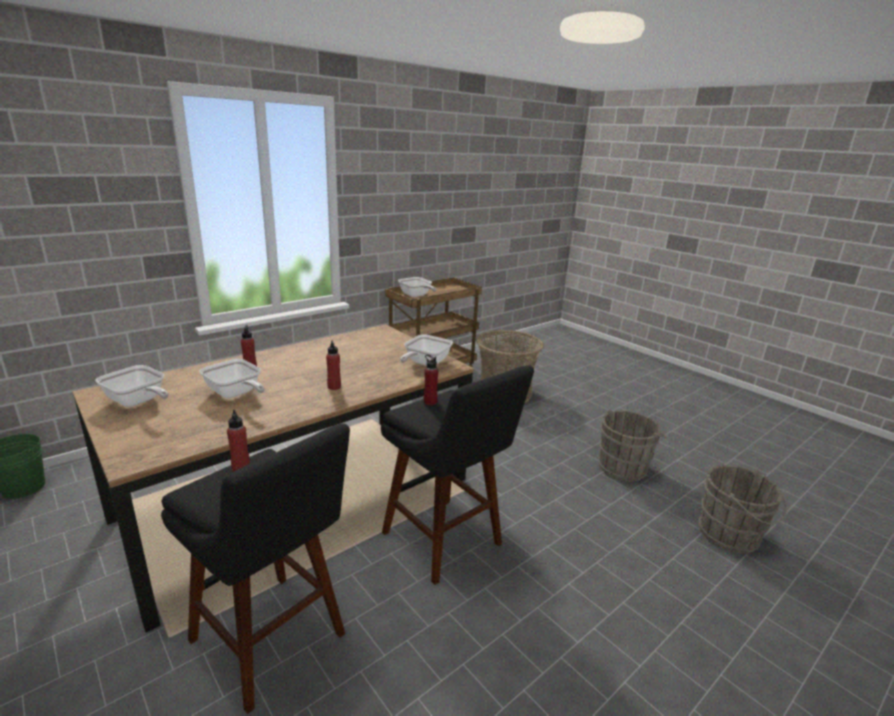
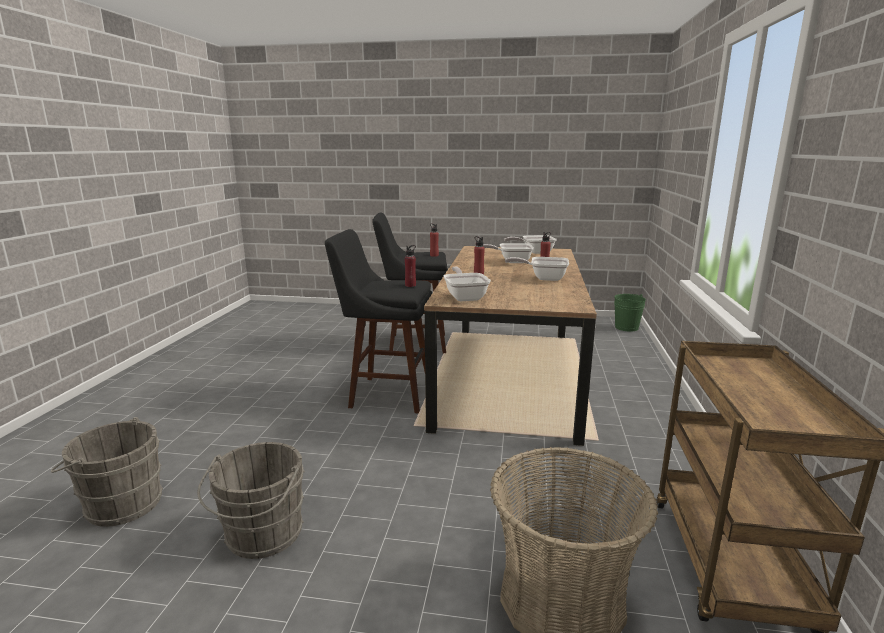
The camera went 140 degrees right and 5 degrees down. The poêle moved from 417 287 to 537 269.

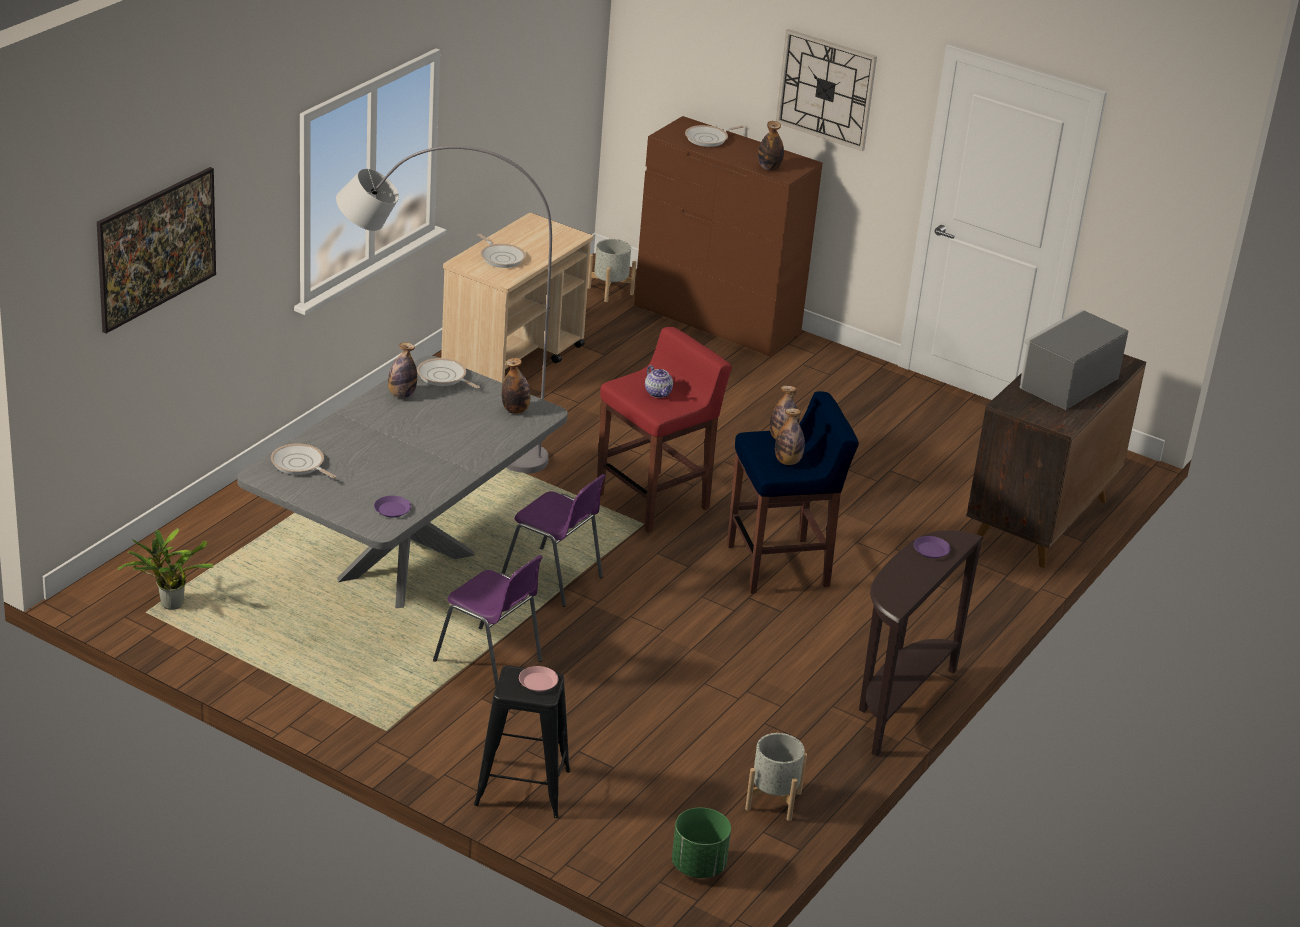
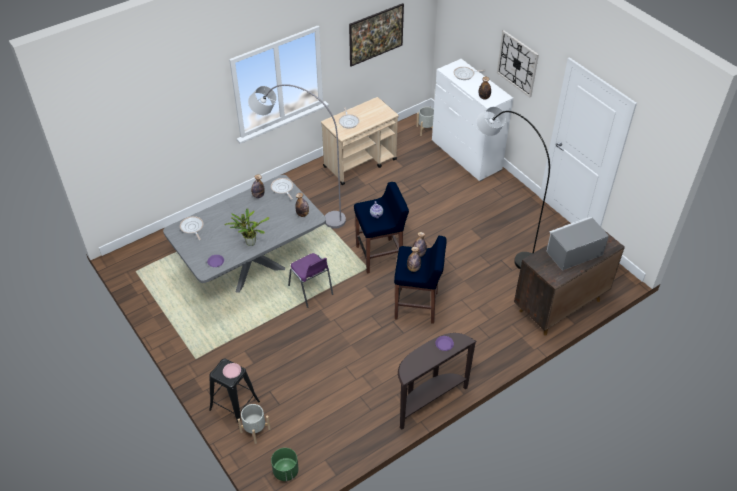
The camera went 25 degrees right and 15 degrees up. The tableau moved from 156 250 to 376 34. The plante en pot moved from 165 569 to 247 227. The chaise/violet at 488 621 disappeared. The tabouret/rouge at 664 430 became the tabouret/bleu at 381 228. The commode/marron at 728 236 became the commode/blanc at 472 120. The cache-pot/gris moved from 776 777 to 254 424. The lampadaire/gris at 513 188 appeared.

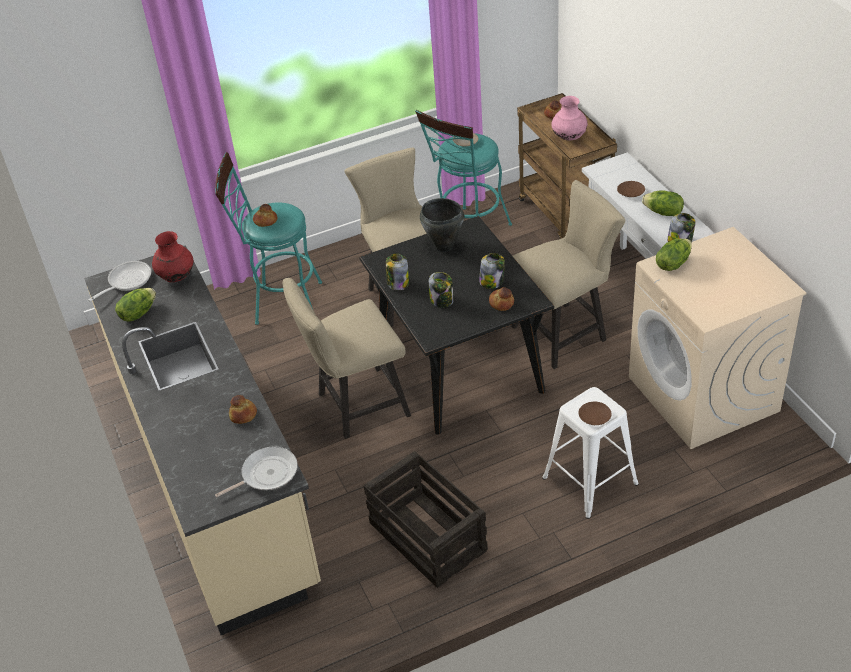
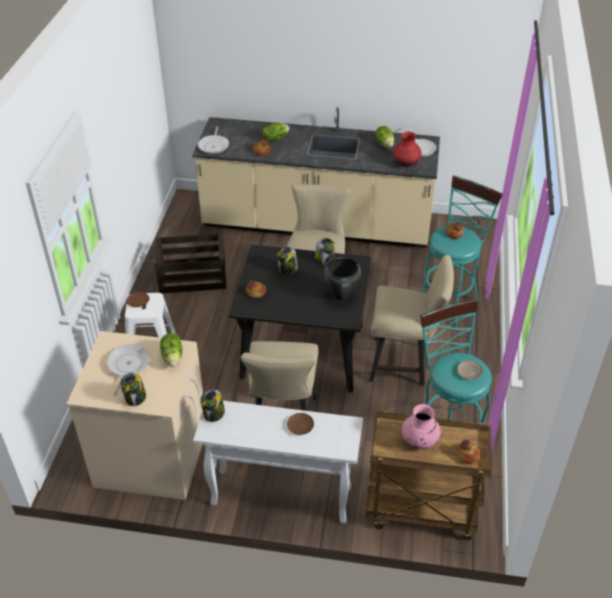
The camera went 120 degrees right and 0 degrees up. The bocal moved from 492 271 to 133 389. The laitue moved from 663 203 to 276 132. The poêle at 128 369 appeared.

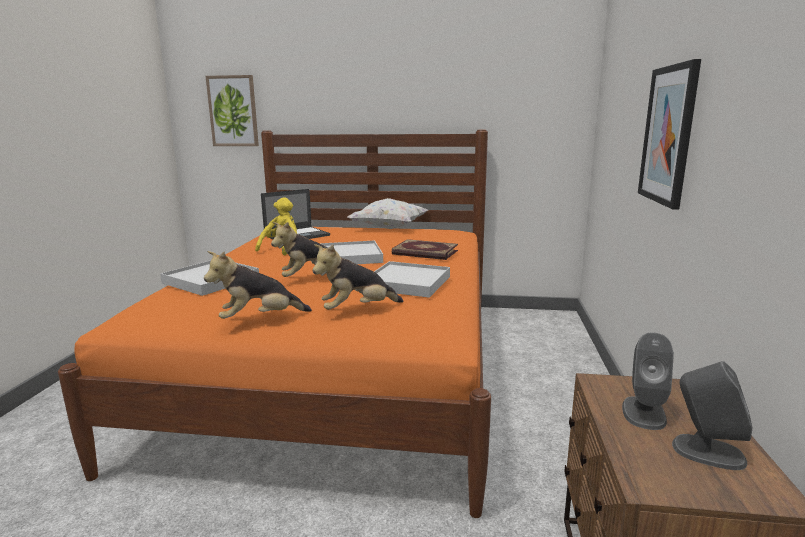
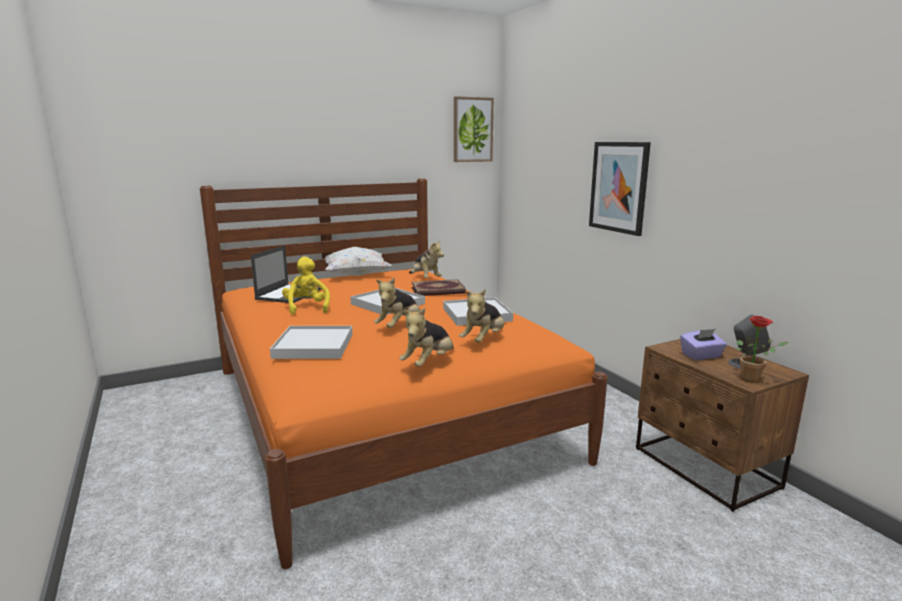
The camera went 35 degrees left and 0 degrees up. The tableau moved from 232 110 to 474 129. The enceinte/gris at 648 381 was replaced by the boîte à mouchoirs/violet at 703 344. The peluche at 426 258 appeared. The plante en pot at 763 349 appeared.

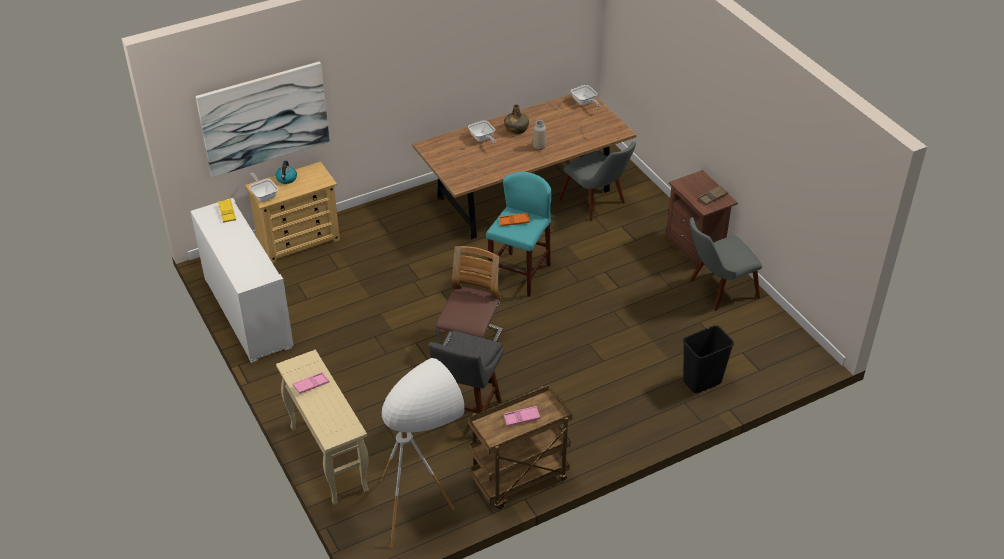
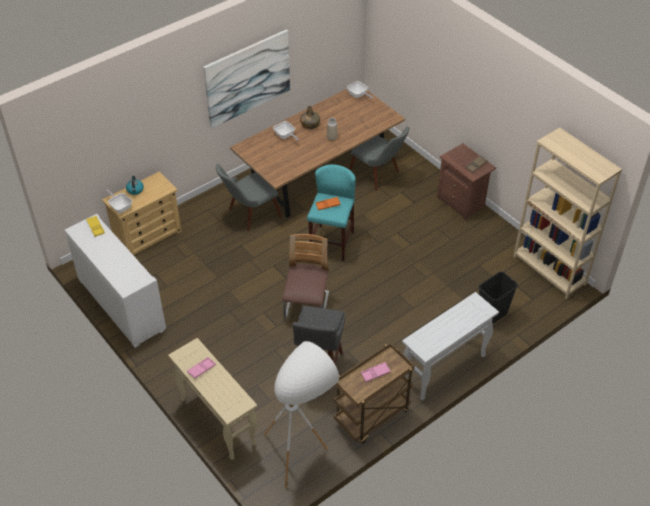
The camera went 10 degrees left and 5 degrees up. The tableau moved from 263 119 to 246 78. The chaise/gris moved from 725 264 to 249 197. The table console/blanc at 450 346 appeared. The bibliothèque/beige at 567 213 appeared.

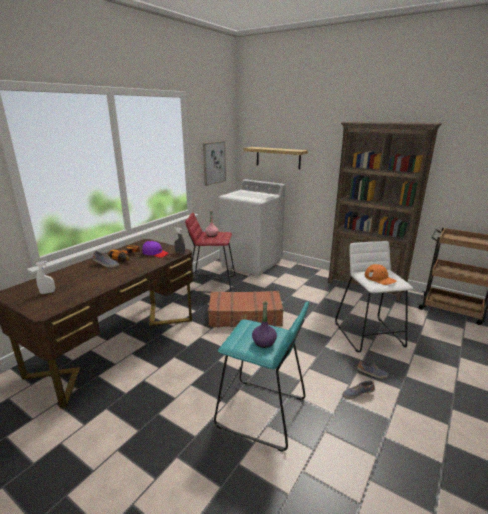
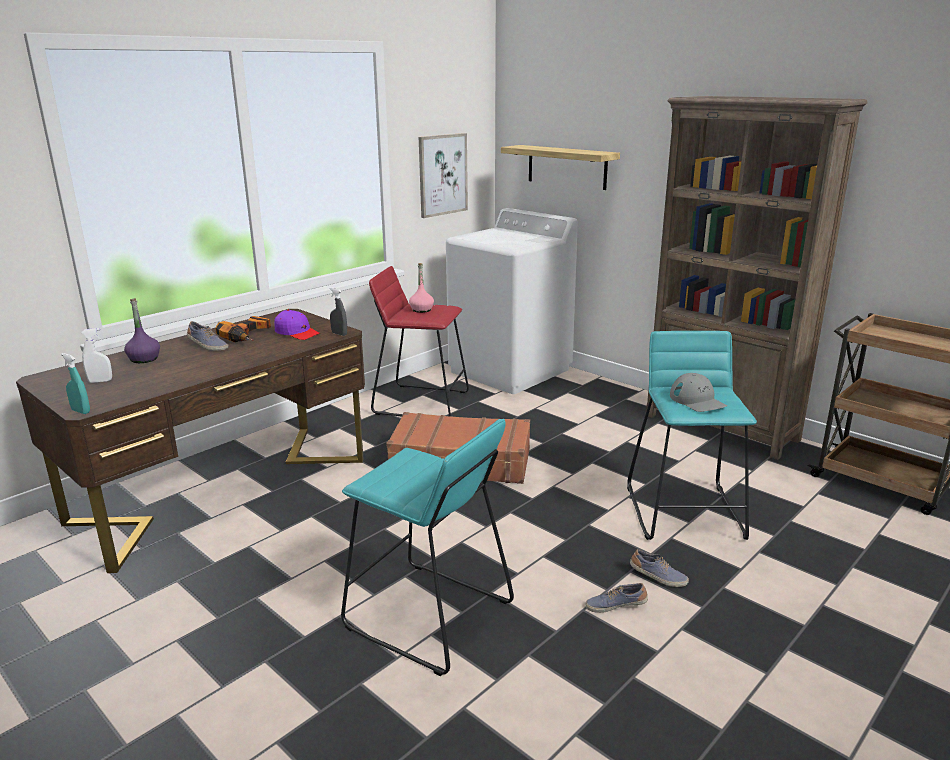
The camera went 10 degrees right and 0 degrees up. The bouteille/violet moved from 264 324 to 142 330. The tabouret/blanc at 374 296 became the tabouret/turquoise at 692 435. The casquette/orange at 381 274 became the casquette/gris at 698 392. The vaporisateur/turquoise at 75 383 appeared.

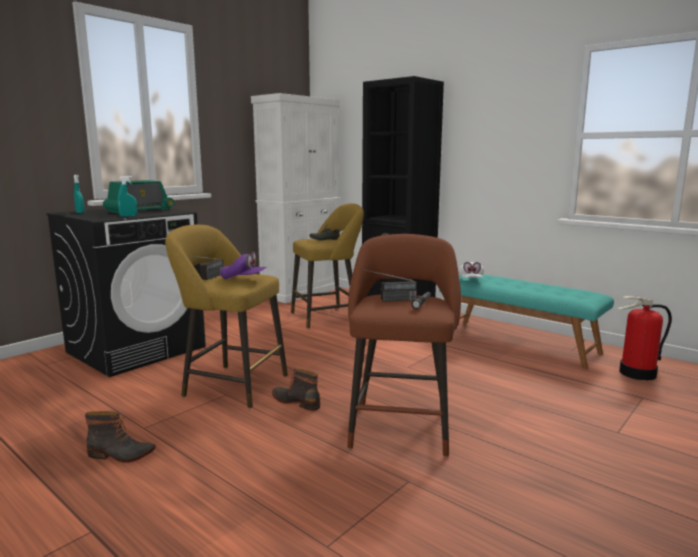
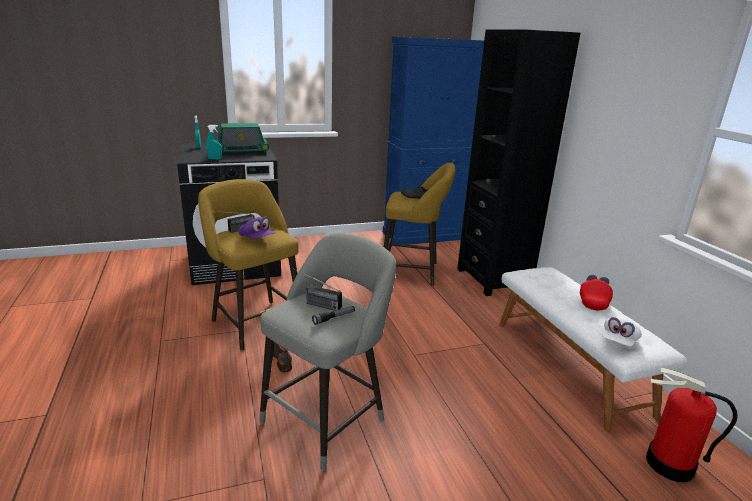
The camera went 30 degrees right and 10 degrees up. The botte at 120 437 disappeared. The meuble de rangement/blanc at 295 198 became the meuble de rangement/bleu at 433 140. The tabouret/marron at 404 345 became the tabouret/gris at 327 352. The banc/turquoise at 526 321 became the banc/blanc at 593 349. The casquette/blanc moved from 471 270 to 622 331. The casquette/rouge at 596 292 appeared.

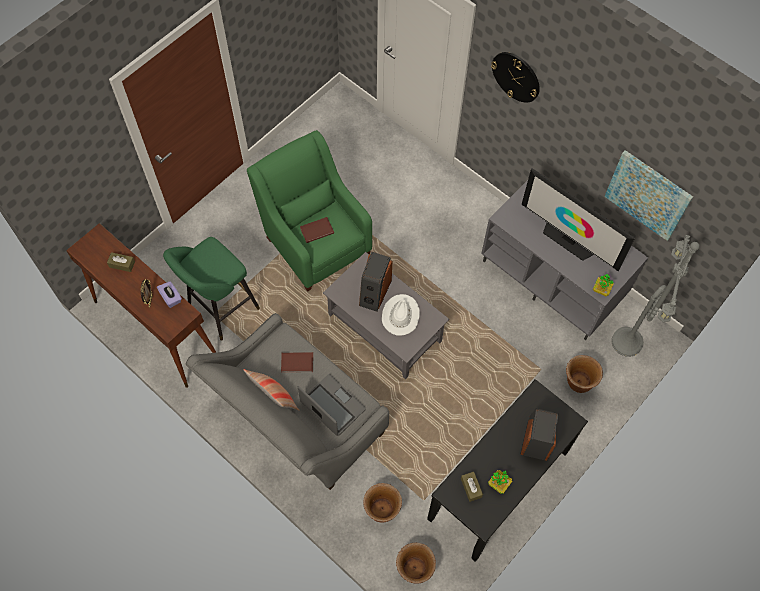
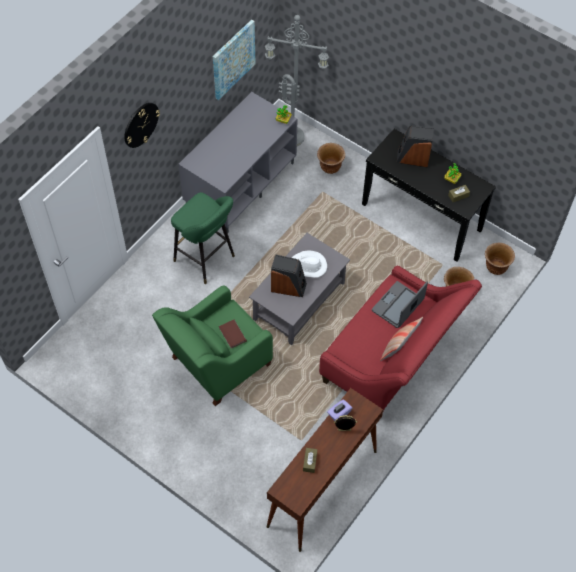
The camera went 95 degrees left and 5 degrees down. The tabouret/vert moved from 211 289 to 203 238. The canapé/gris at 287 401 became the canapé/rouge at 400 338. The livre/marron at 297 362 disappeared. The téléviseur at 578 219 disappeared.

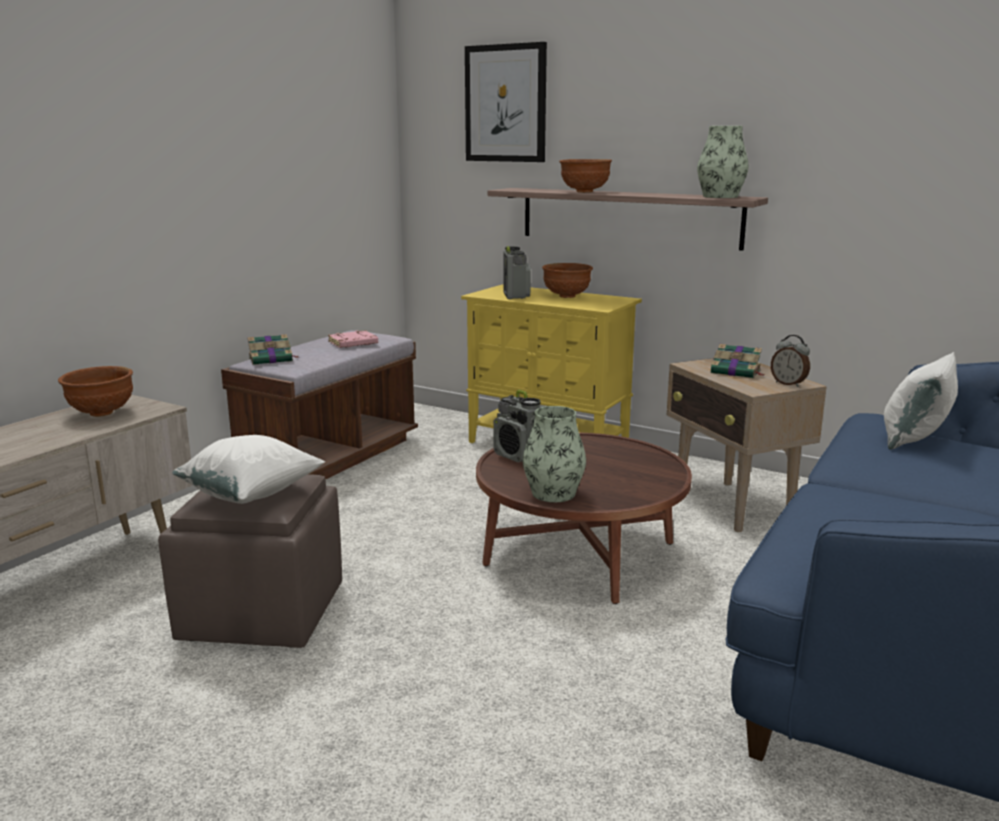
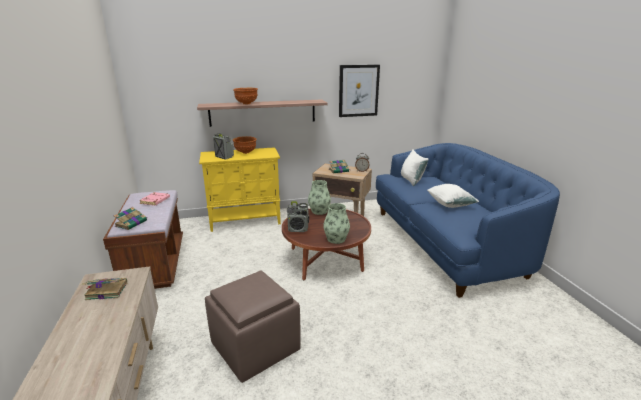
The camera went 45 degrees left and 5 degrees up. The bol/marron at 95 391 was replaced by the livre at 104 289. The coussin/blanc moved from 248 469 to 453 196. The tableau moved from 506 102 to 359 91. The vase moved from 723 162 to 319 197.

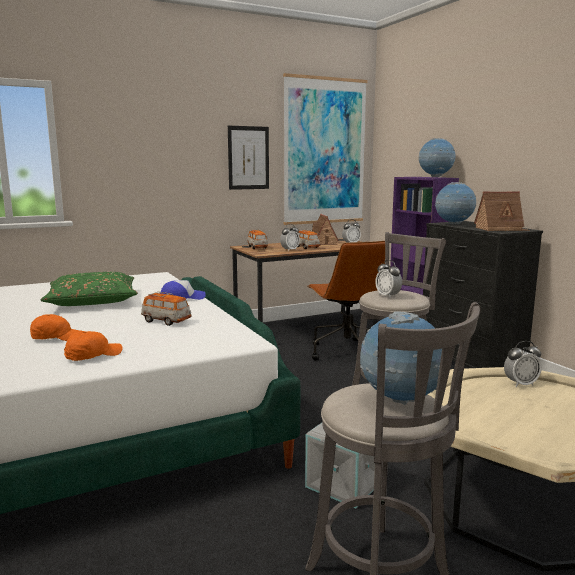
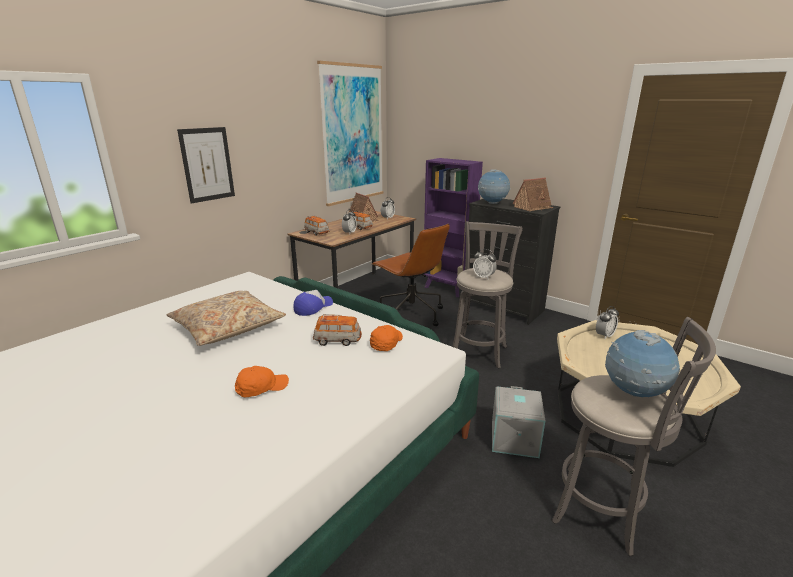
The camera went 25 degrees left and 10 degrees up. The coussin/vert at 89 289 became the coussin/beige at 226 318. The casquette/orange moved from 93 346 to 386 338. The tableau moved from 248 158 to 206 165. The globe at 437 157 disappeared.

